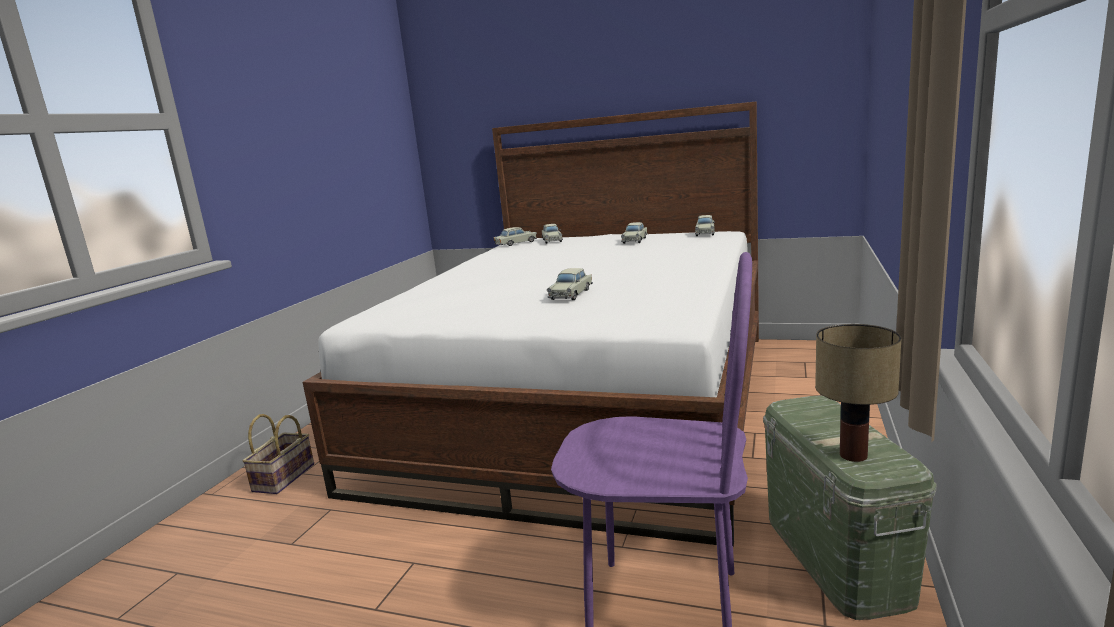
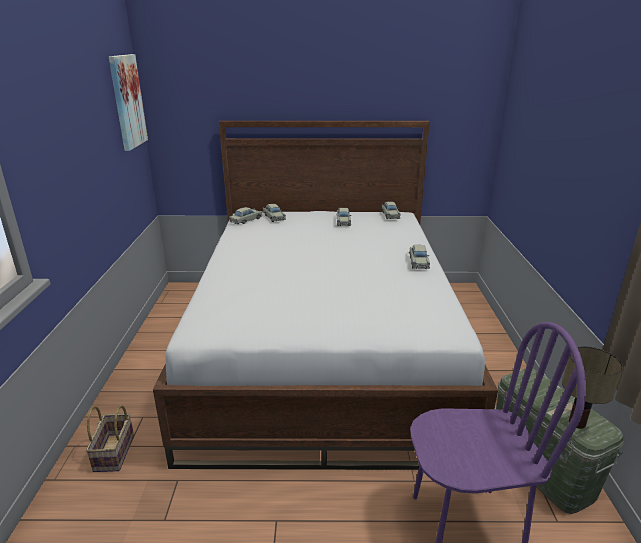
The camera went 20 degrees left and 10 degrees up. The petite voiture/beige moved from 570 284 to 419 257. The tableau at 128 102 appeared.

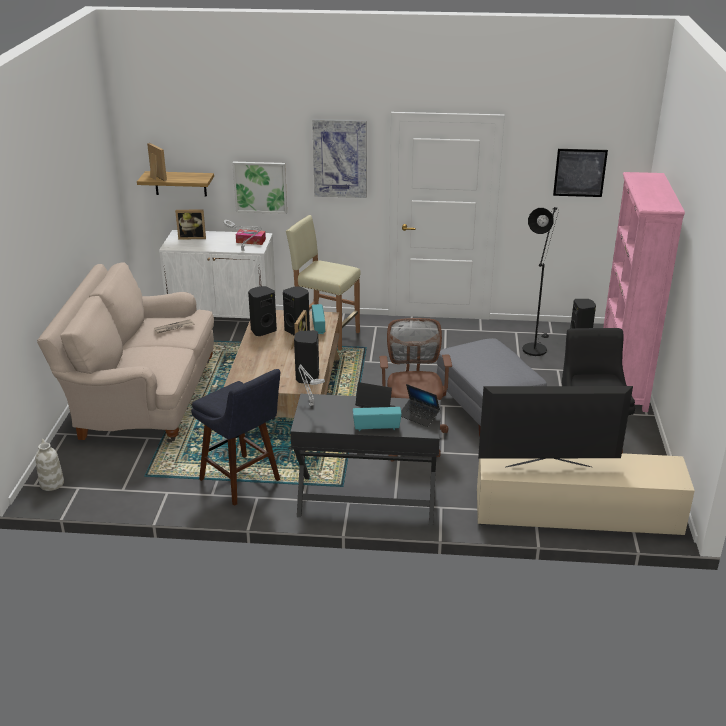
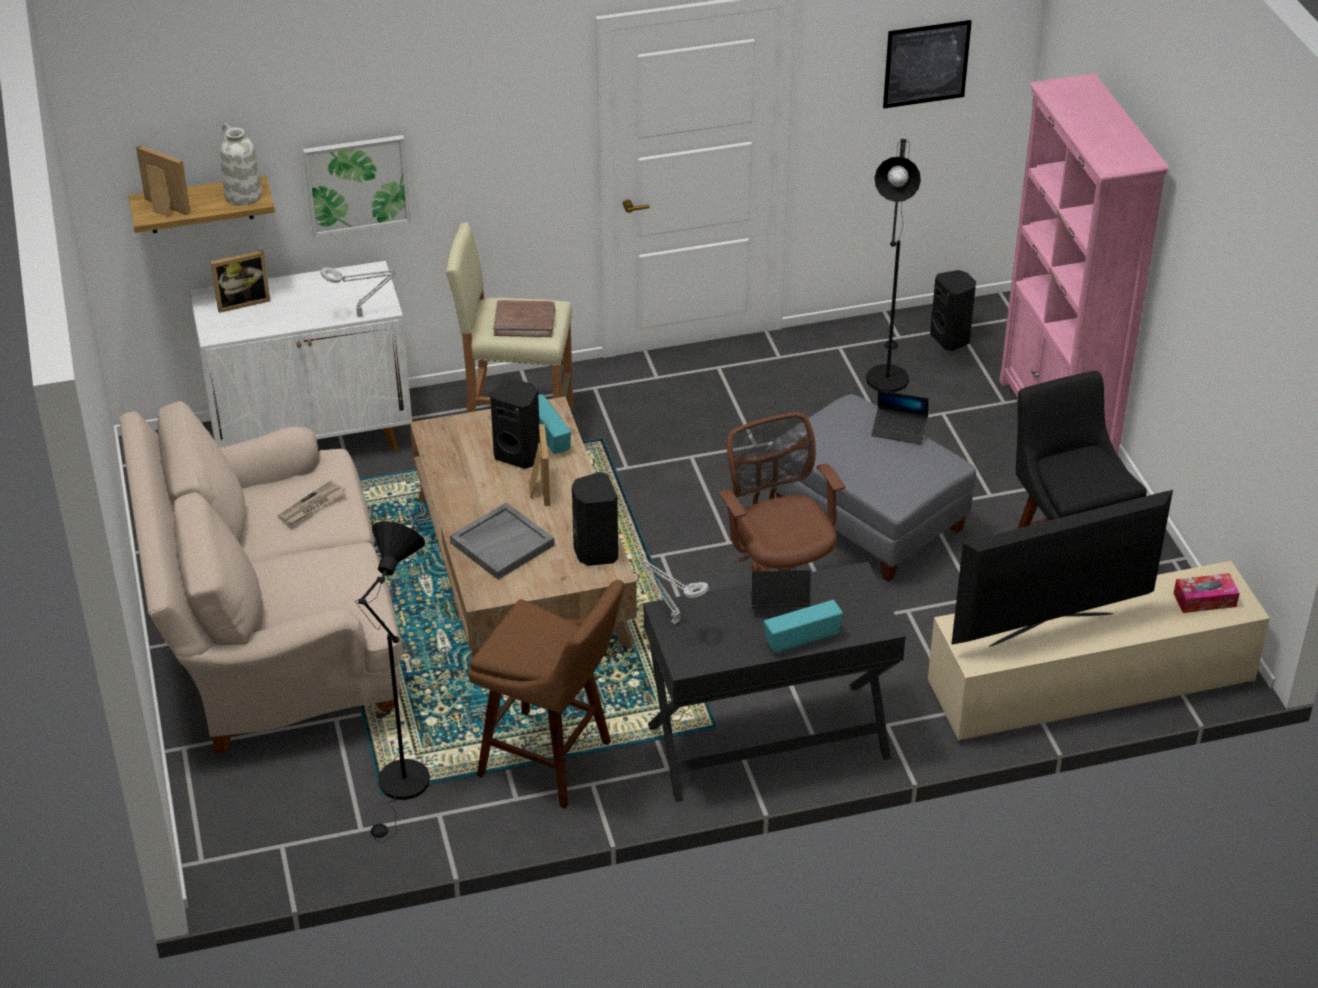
The camera went 20 degrees left and 10 degrees up. The vase/blanc moved from 49 465 to 241 164. The tabouret/bleu at 235 437 became the tabouret/marron at 546 694. The boîte à mouchoirs moved from 251 237 to 1207 593. The enceinte/noir at 262 311 disappeared. The tableau at 339 158 disappeared. The ordinateur portable moved from 420 405 to 899 417. The lampadaire/noir at 392 682 appeared. The plateau/gris at 502 541 appeared. The livre/marron at 524 318 appeared.

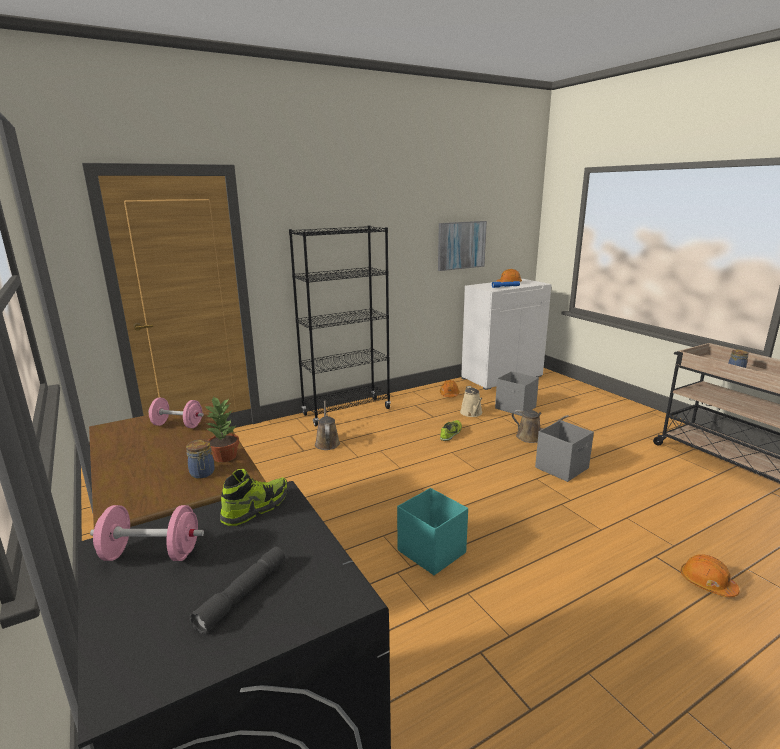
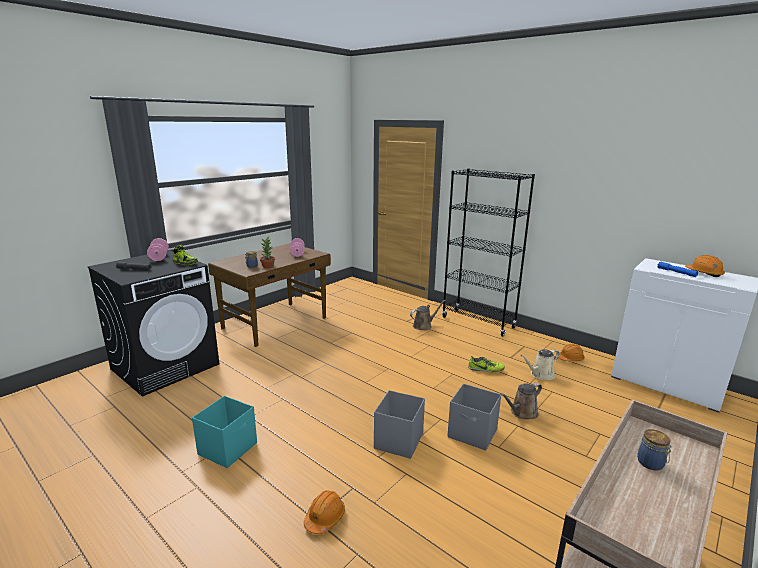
The camera went 70 degrees right and 0 degrees up. The boîte de rangement/turquoise moved from 432 531 to 224 432. The tableau at 462 246 disappeared. The boîte de rangement/gris moved from 517 393 to 399 424. The arrosoir/marron at 540 426 turned 45 degrees clockwise.

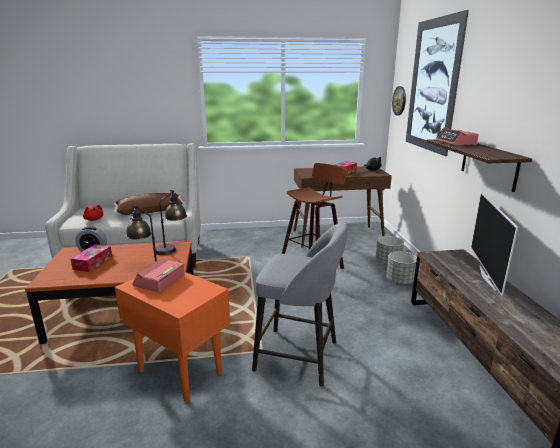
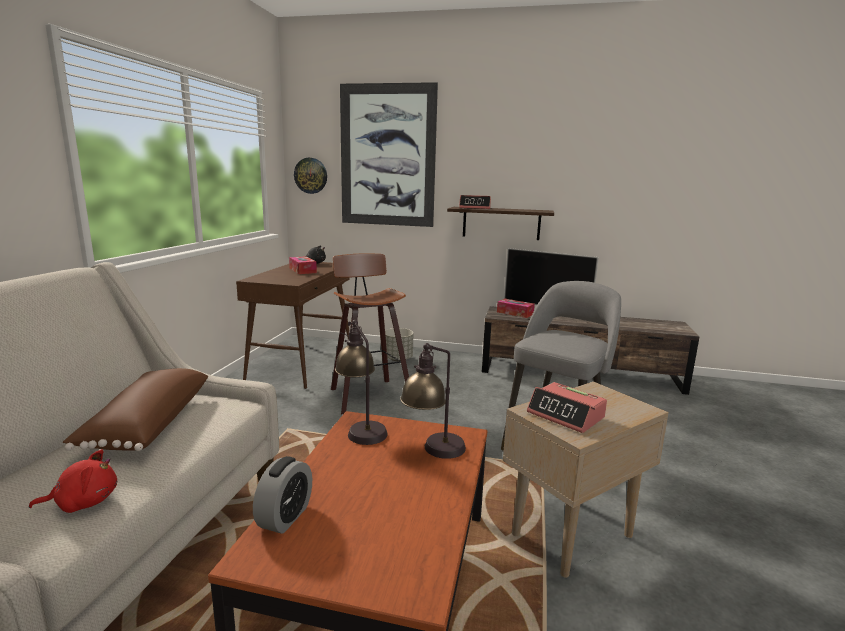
The camera went 70 degrees left and 5 degrees down. The boîte à mouchoirs moved from 91 258 to 516 308. The table d'appoint/orange at 172 337 became the table d'appoint/beige at 586 480. The cache-pot/gris at 401 267 disappeared.

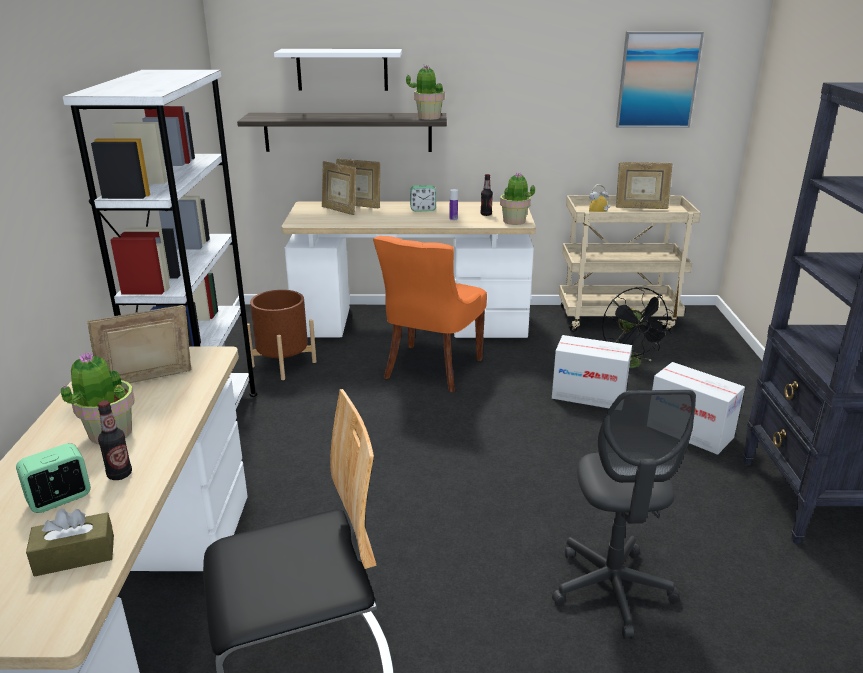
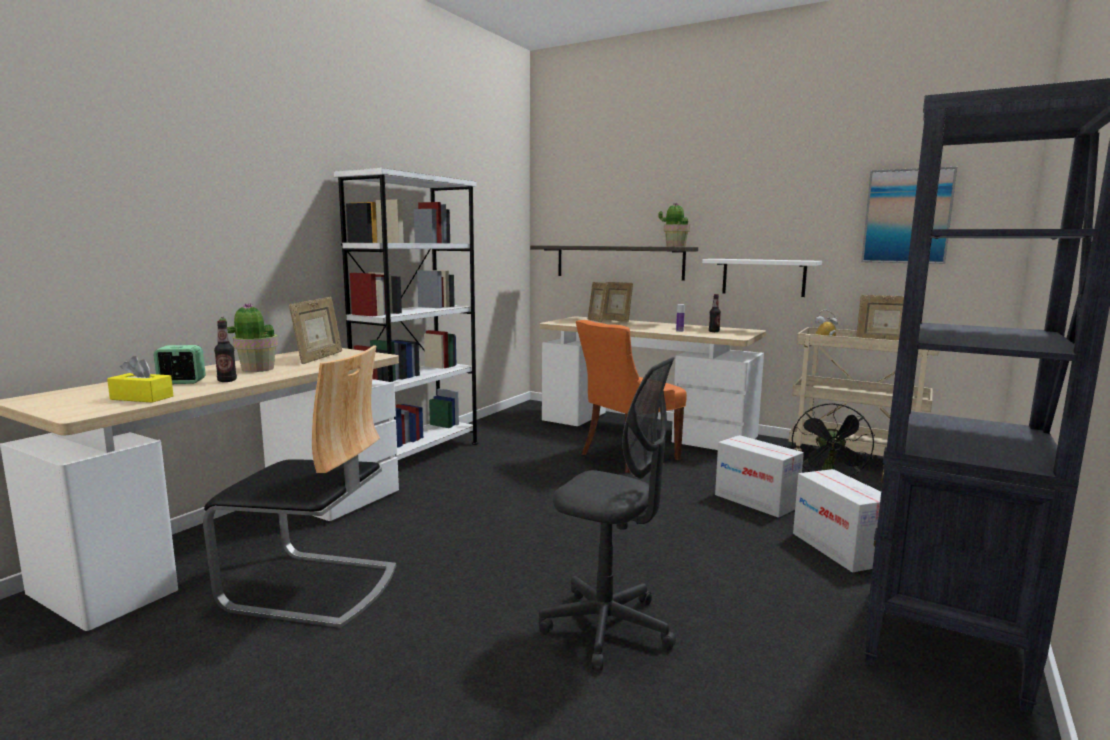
The camera went 30 degrees right and 15 degrees down. The boîte à mouchoirs/marron at 70 543 became the boîte à mouchoirs/jaune at 140 379. The cadre photo at 139 344 turned 105 degrees clockwise. The cache-pot/marron at 281 335 disappeared. The étagère/blanc moved from 338 70 to 762 278. The réveil at 423 198 disappeared. The plante en pot at 517 198 disappeared. The chaise de bureau/gris at 624 514 turned 90 degrees counterclockwise.

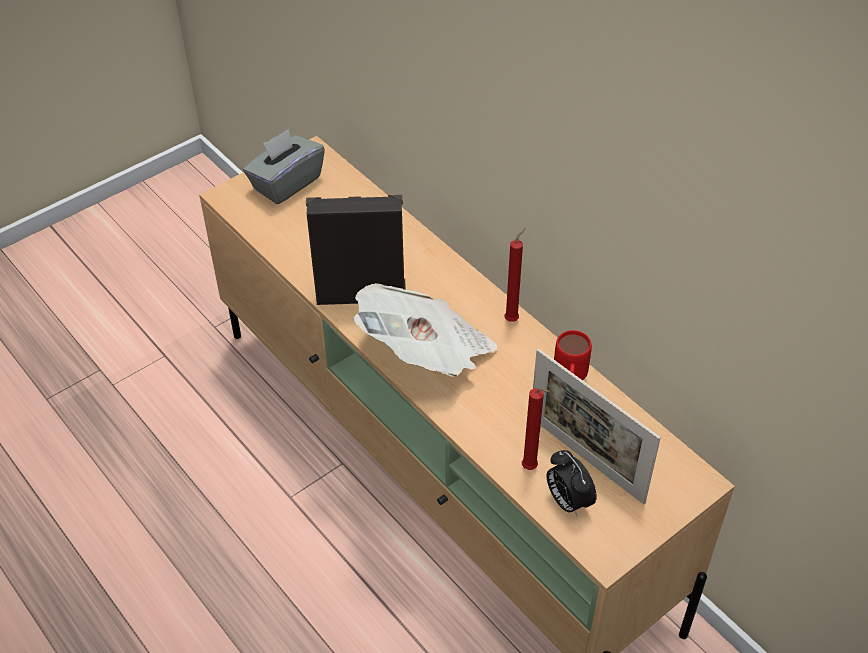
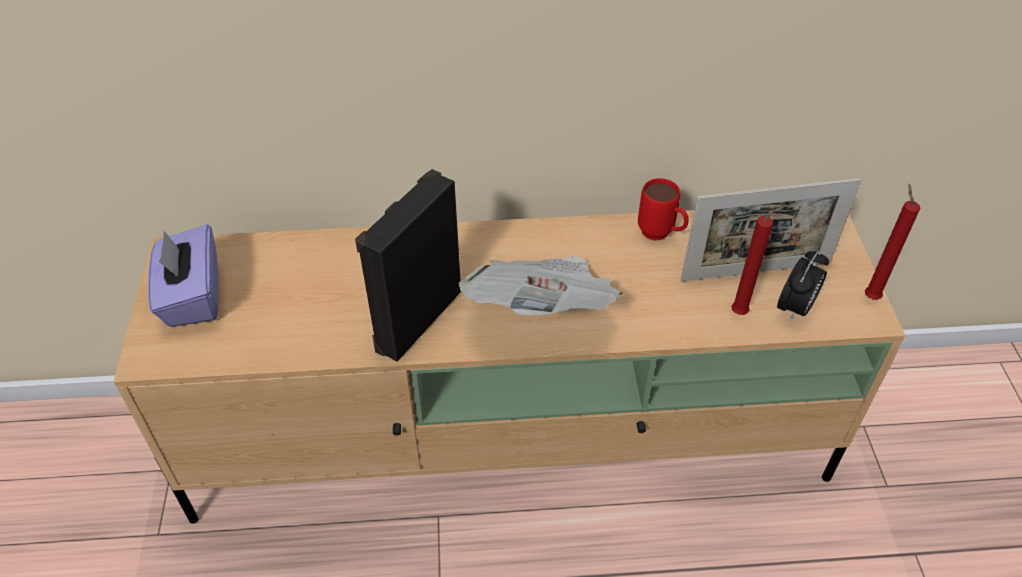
The camera went 55 degrees left and 0 degrees up. The boîte à mouchoirs/gris at 284 166 became the boîte à mouchoirs/violet at 183 275. The bougie/rouge moved from 515 275 to 892 242. The réveil at 571 483 turned 60 degrees counterclockwise.

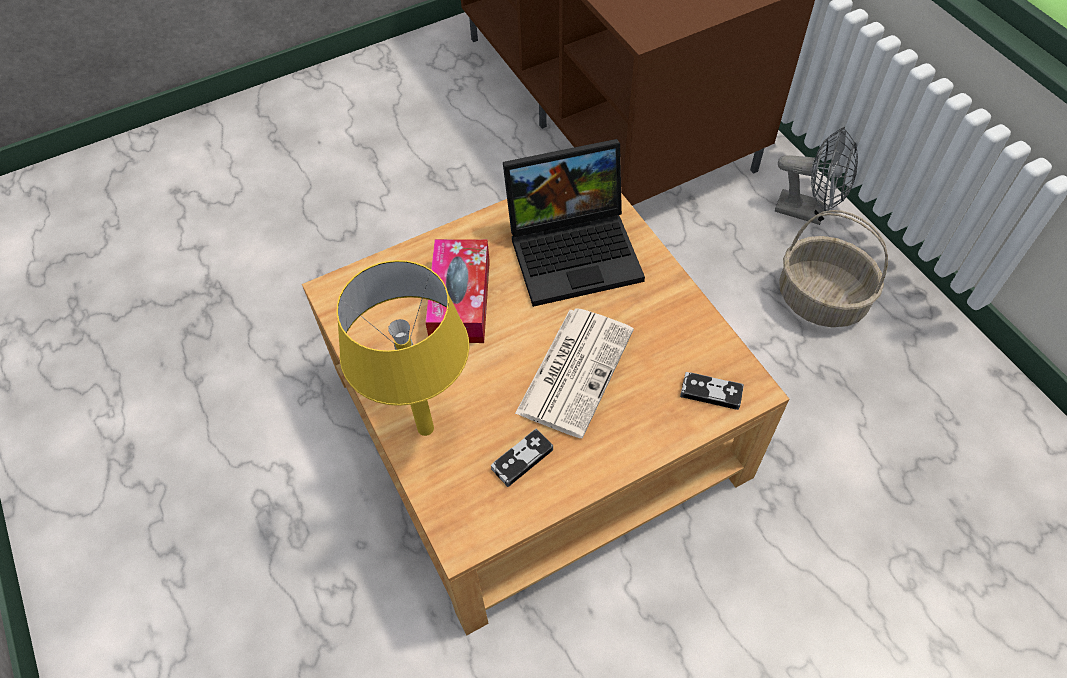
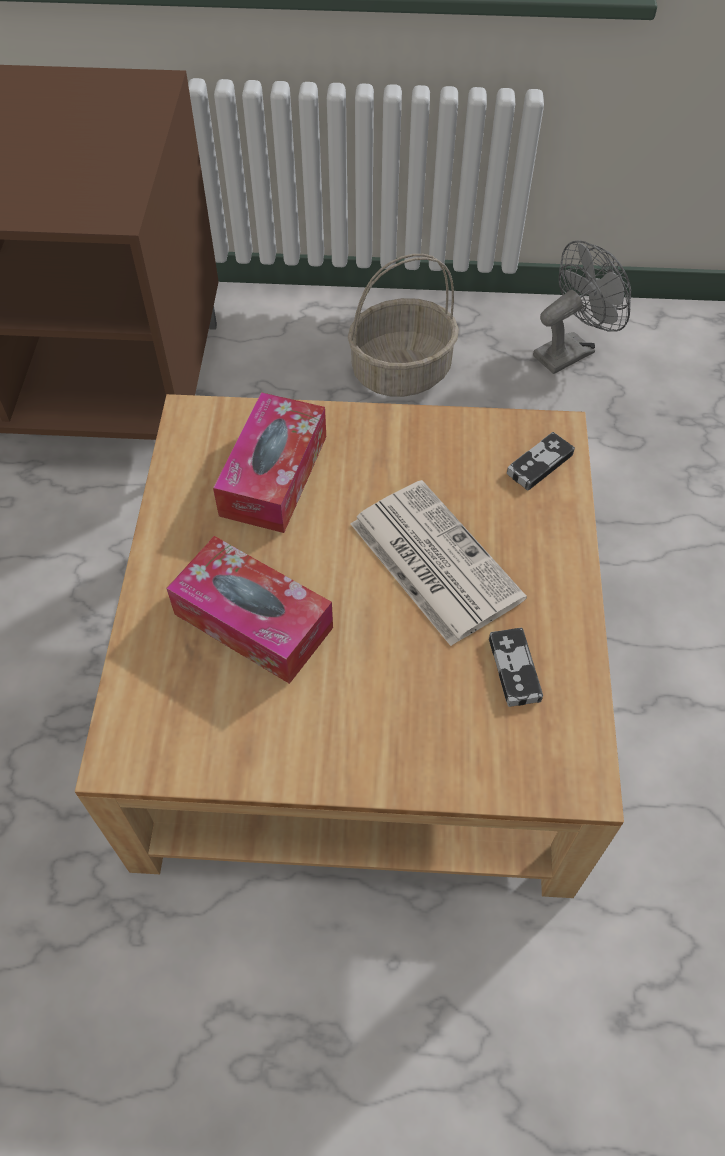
The camera went 60 degrees left and 0 degrees up. The lampe de table/jaune at 403 348 disappeared. The ordinateur portable at 574 223 was replaced by the boîte à mouchoirs at 269 462. The ventilateur/gris moved from 816 176 to 582 307.

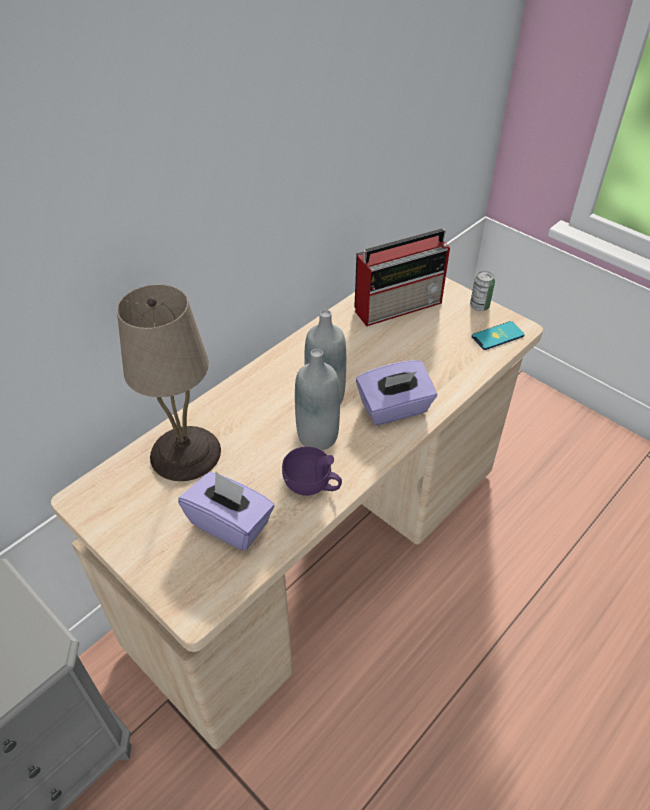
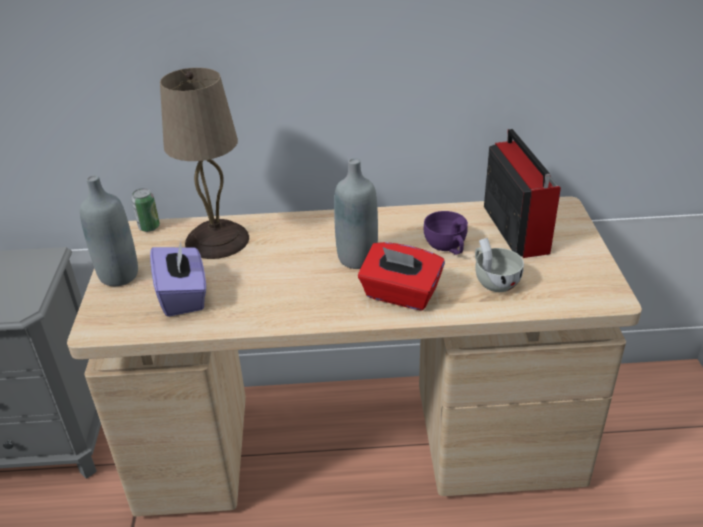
The camera went 45 degrees right and 10 degrees down. The tasse/violet moved from 312 471 to 446 233. The bouteille/gris moved from 317 399 to 109 230. The radio at 402 278 turned 120 degrees counterclockwise. The boîte à mouchoirs/violet at 396 392 became the boîte à mouchoirs/rouge at 401 276. The boîte métallique moved from 482 291 to 145 210. The téléphone at 498 335 disappeared. The tasse/blanc at 499 265 appeared.

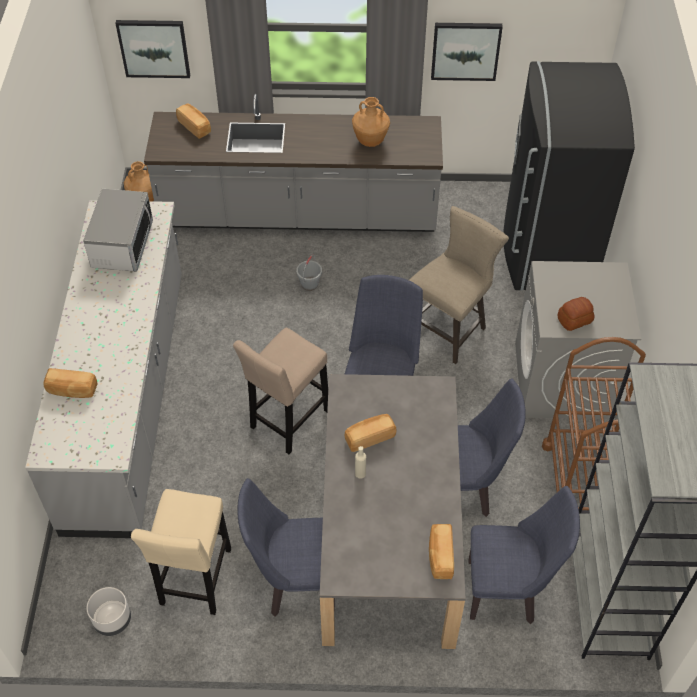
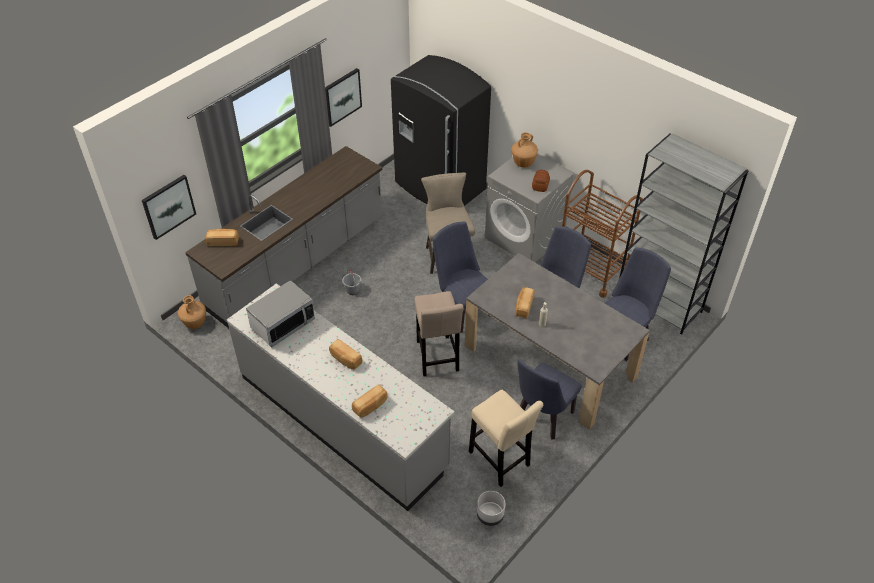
The camera went 50 degrees left and 5 degrees down. The micro-ondes at 118 230 turned 90 degrees clockwise. The vase/marron moved from 371 122 to 524 150. The pain moved from 441 551 to 345 354.

